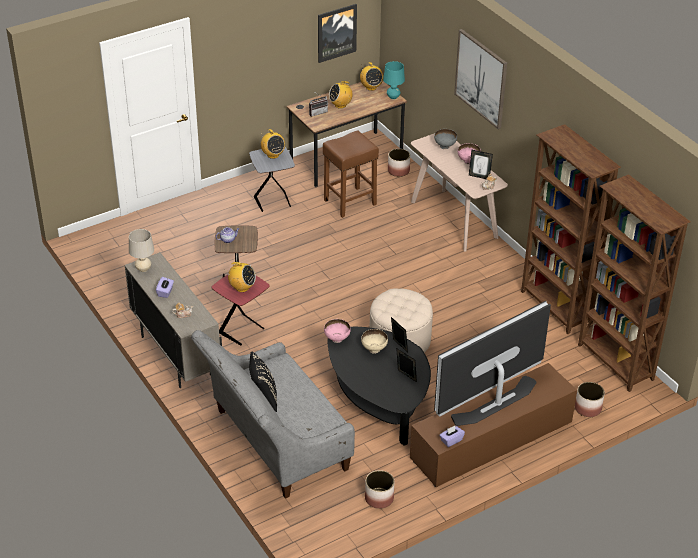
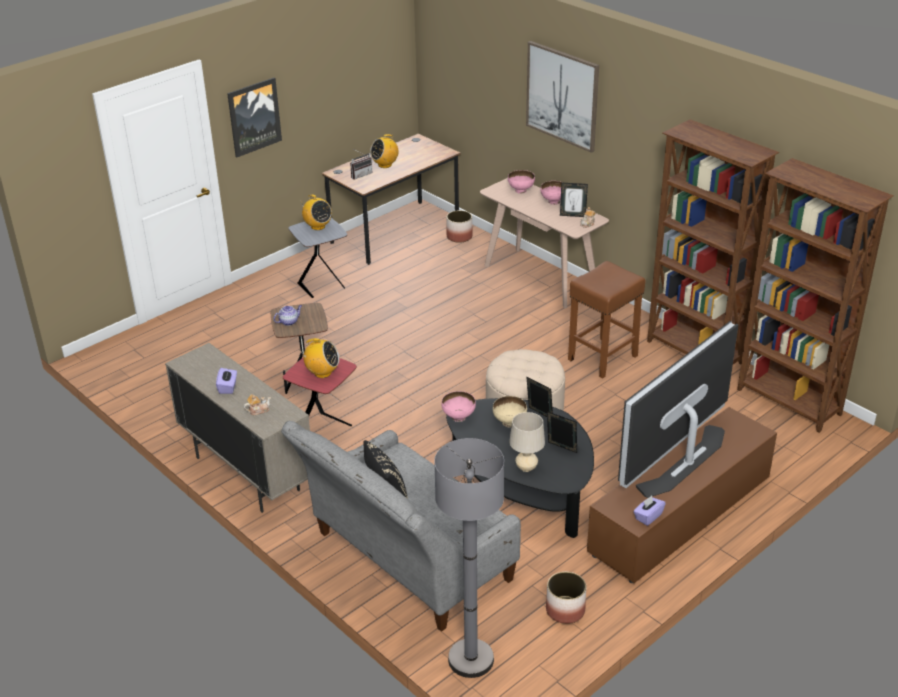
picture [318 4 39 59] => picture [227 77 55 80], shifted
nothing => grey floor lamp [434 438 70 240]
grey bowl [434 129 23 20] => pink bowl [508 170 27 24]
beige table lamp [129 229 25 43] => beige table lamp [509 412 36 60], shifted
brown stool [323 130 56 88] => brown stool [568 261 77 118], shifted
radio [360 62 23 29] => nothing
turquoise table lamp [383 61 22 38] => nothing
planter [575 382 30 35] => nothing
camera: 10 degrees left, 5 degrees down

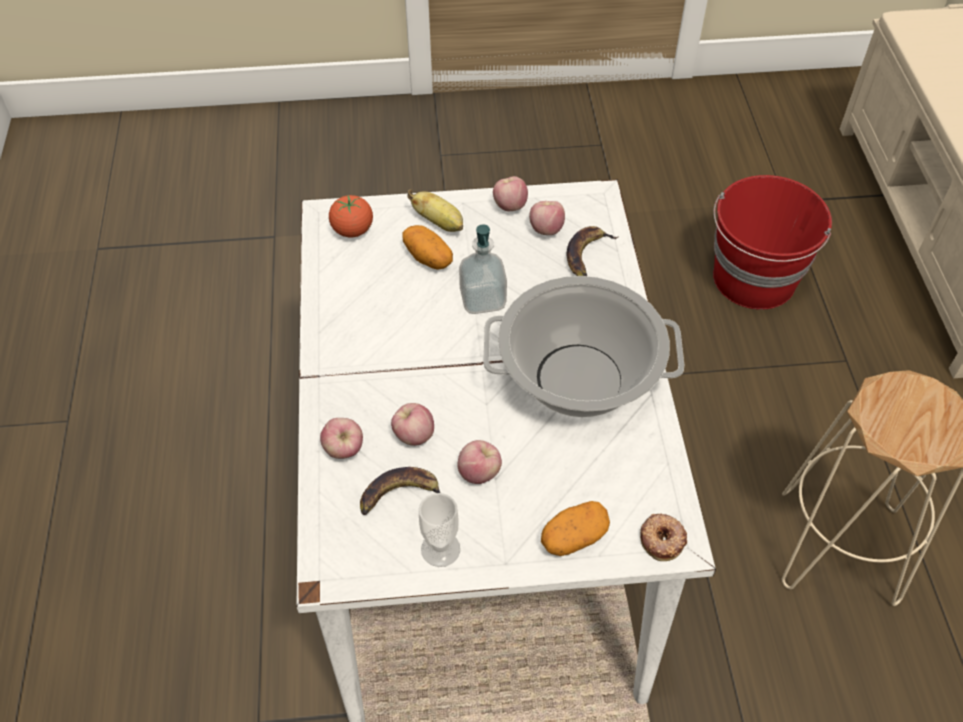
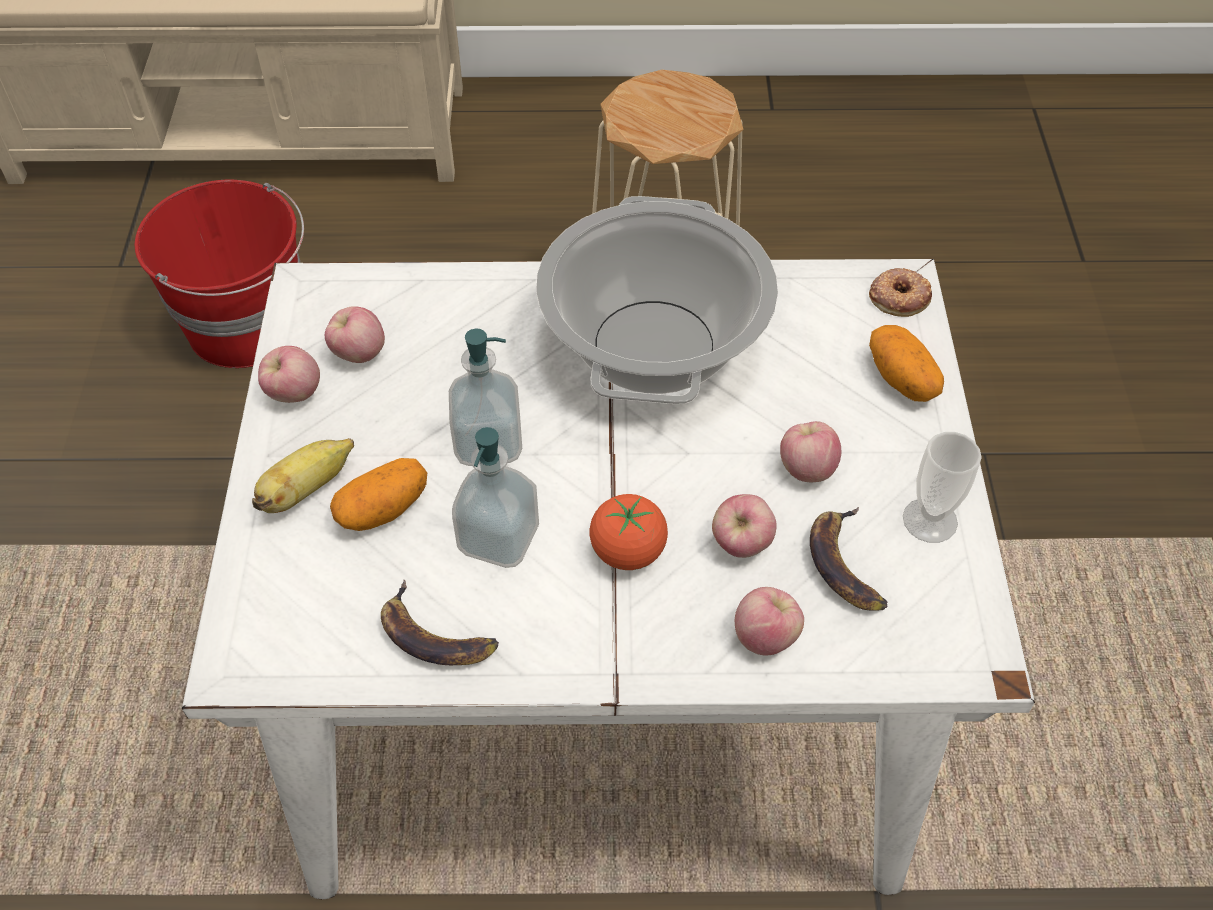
banana [566 226 52 50] => banana [381 580 118 85], shifted
nothing => soap dispenser [452 427 87 141]
tomato [329 195 44 43] => tomato [589 494 79 76], shifted
camera: 85 degrees left, 0 degrees up

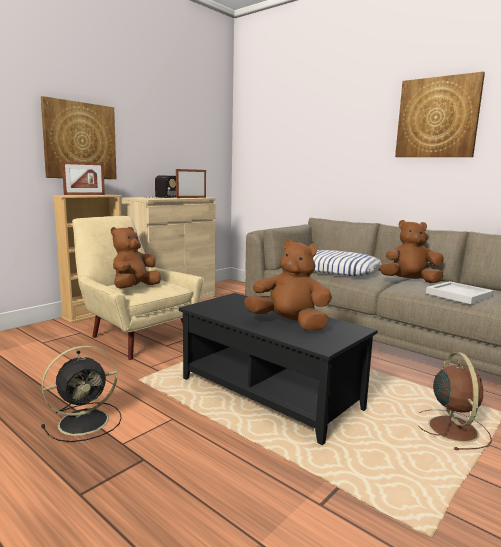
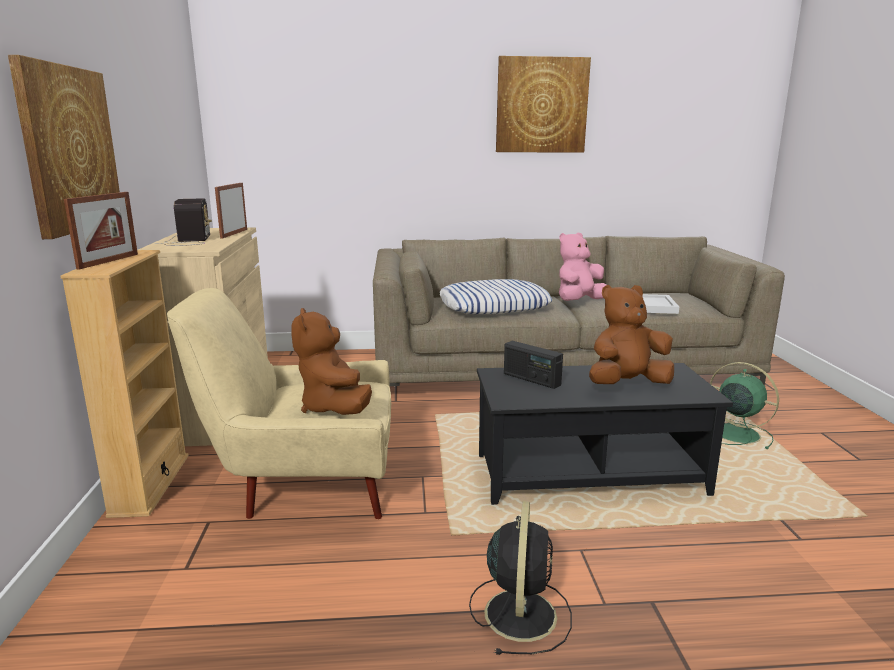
nothing => radio [504 341 59 48]
brown plush toy [380 220 64 63] => pink plush toy [559 233 48 68]
brown fan [418 352 74 98] => green fan [710 362 69 87]
camera: 45 degrees left, 5 degrees up

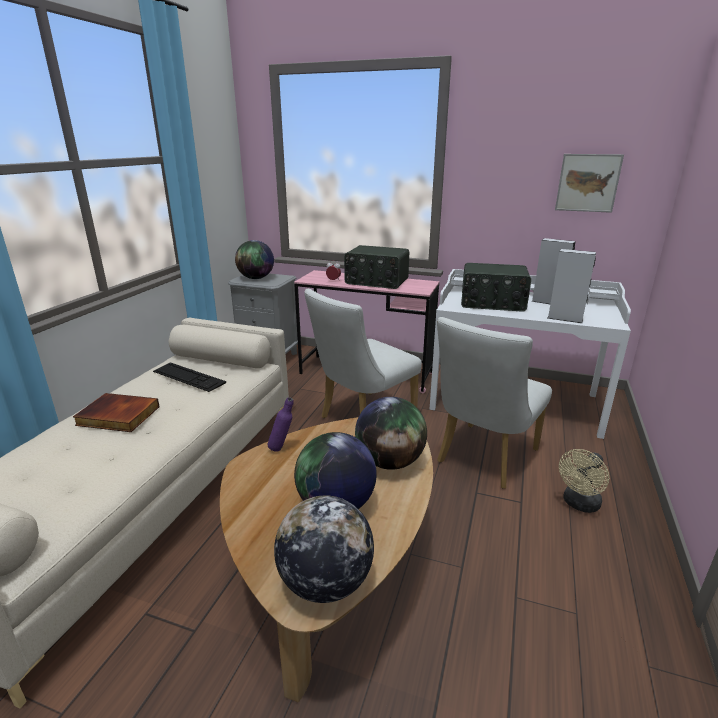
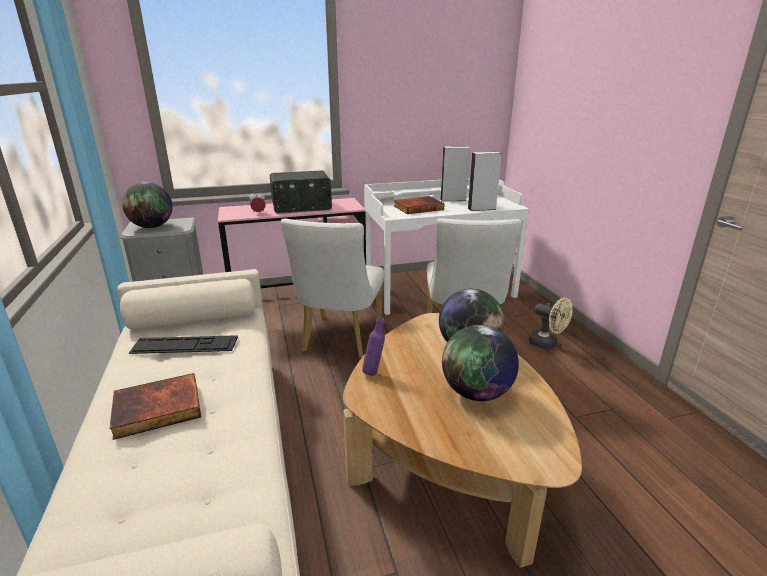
radio [461 263 70 49] => book [394 196 51 18]
beige fan [559 449 50 64] => beige fan [529 298 43 51], 60 degrees counterclockwise
globe [274 495 100 108] => nothing
picture [555 154 69 59] => nothing
camera: 35 degrees left, 0 degrees up

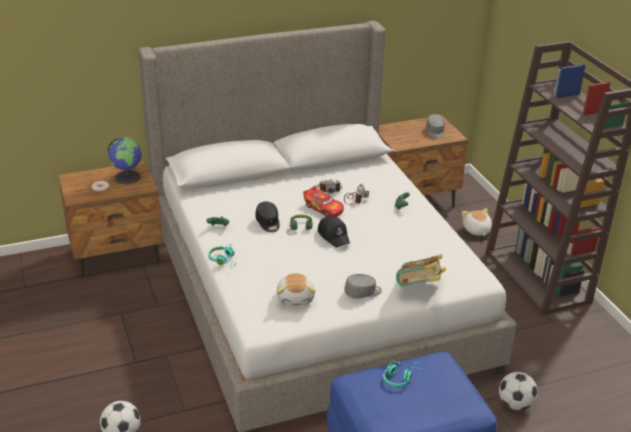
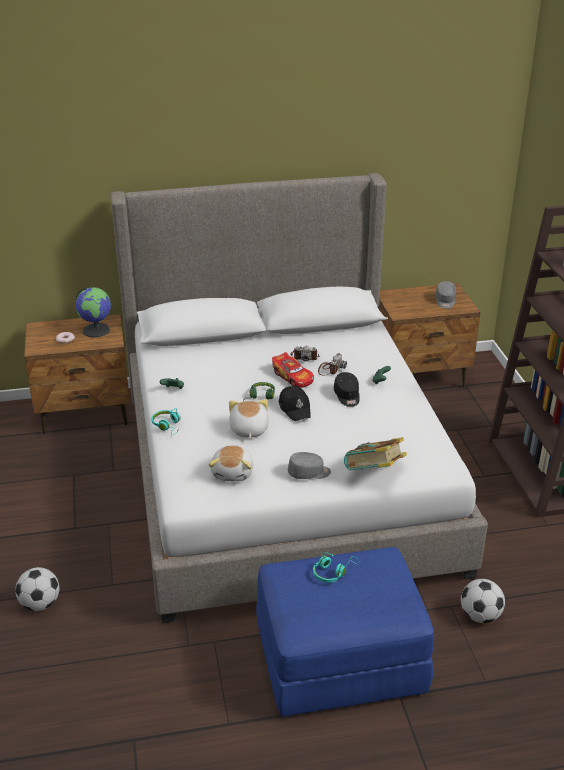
plush toy [462 208 30 28] => plush toy [229 399 40 39], shifted
black cap [255 201 25 31] => black cap [334 372 26 35], shifted
camera: 10 degrees right, 0 degrees up

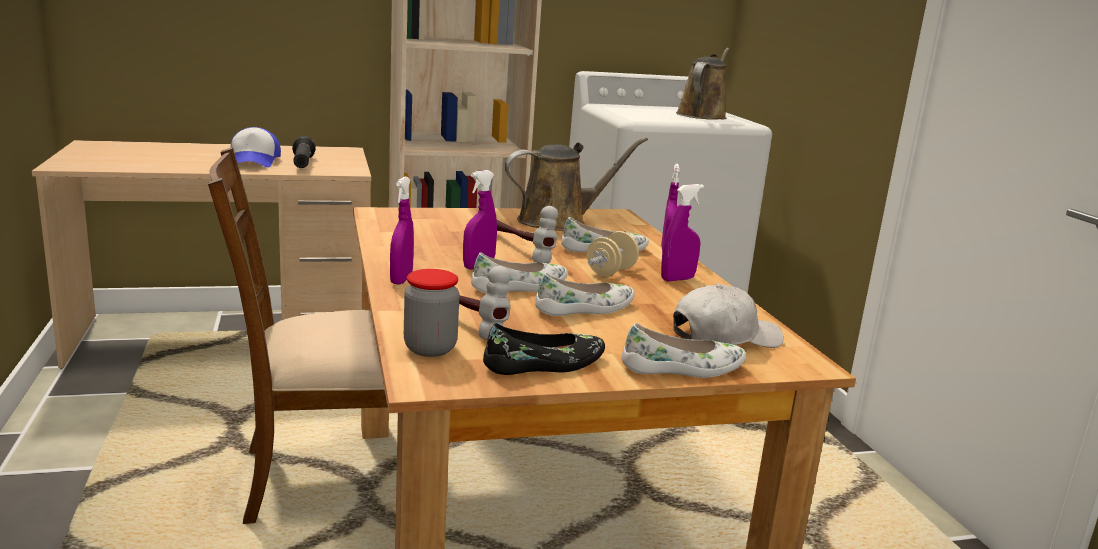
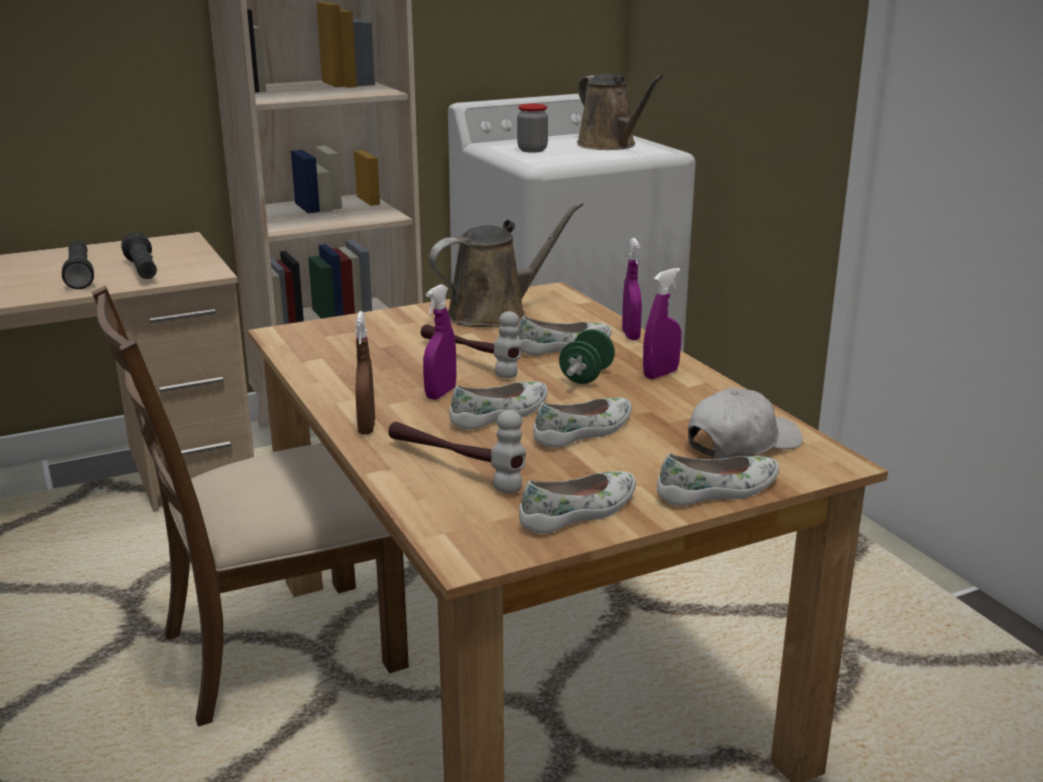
cap [230 127 51 41] => black flashlight [62 241 32 48]
purple spray bottle [390 176 24 109] => brown spray bottle [355 311 20 124]
jar [404 269 56 88] => jar [517 104 31 49], shifted
black shoe [483 323 122 52] => white shoe [519 471 117 63]
beige dumbbell [587 231 52 45] => green dumbbell [559 329 56 55]
brown watering can [676 48 54 72] => brown watering can [577 74 86 76], 135 degrees clockwise
camera: 10 degrees left, 5 degrees up

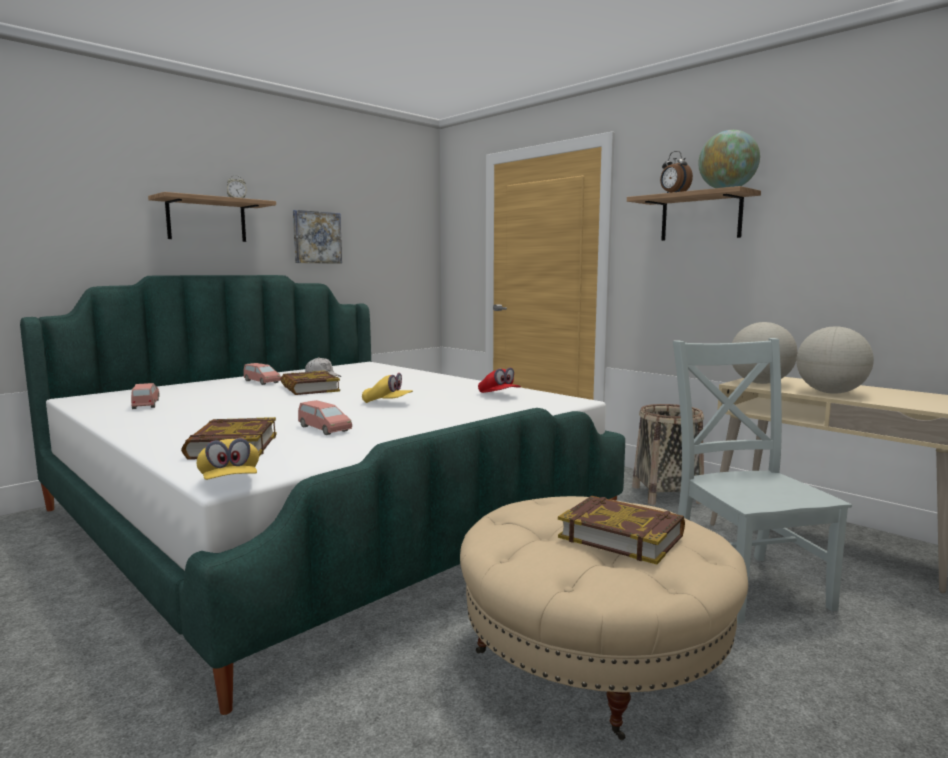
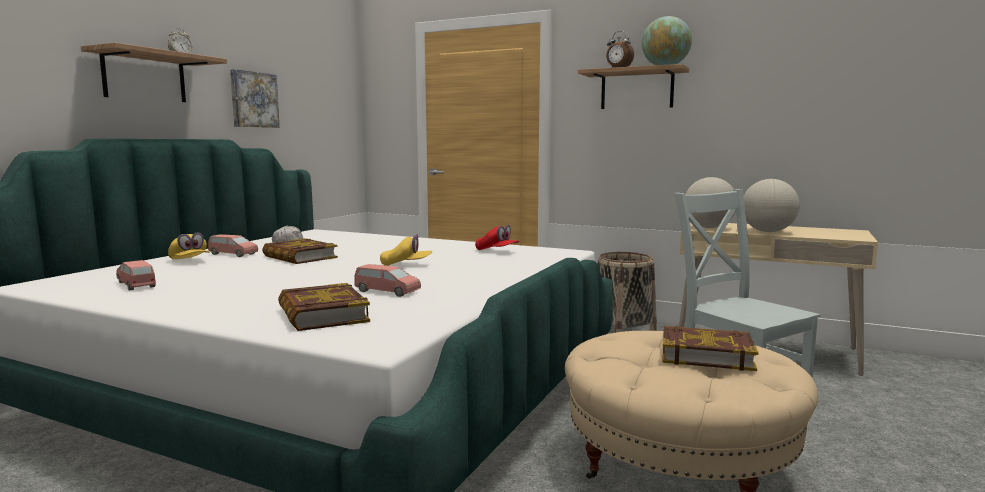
yellow cap [197 438 62 42] => yellow cap [168 232 42 27], shifted
camera: 20 degrees left, 0 degrees up

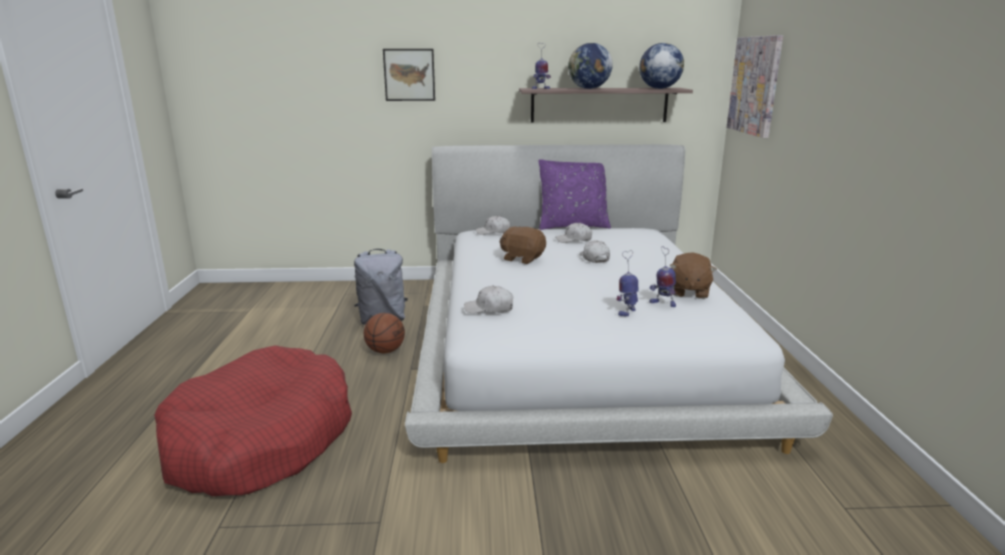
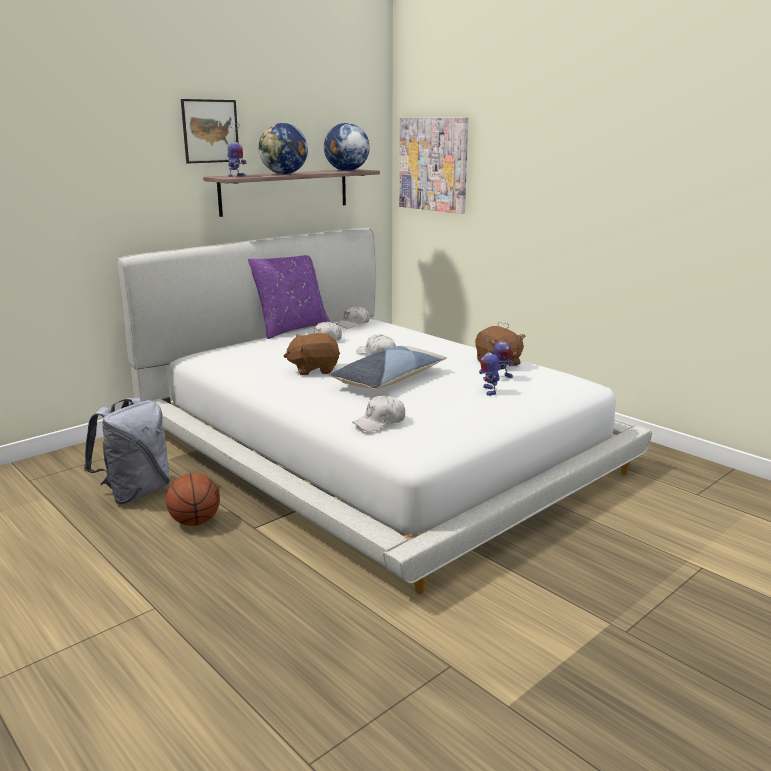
picture [383 49 52 52] => picture [181 99 59 64], shifted
nothing => pillow [329 346 118 43]
white cap [476 216 34 19] => white cap [336 306 34 22], shifted
red dog bed [154 345 198 151] => nothing
camera: 40 degrees left, 0 degrees up

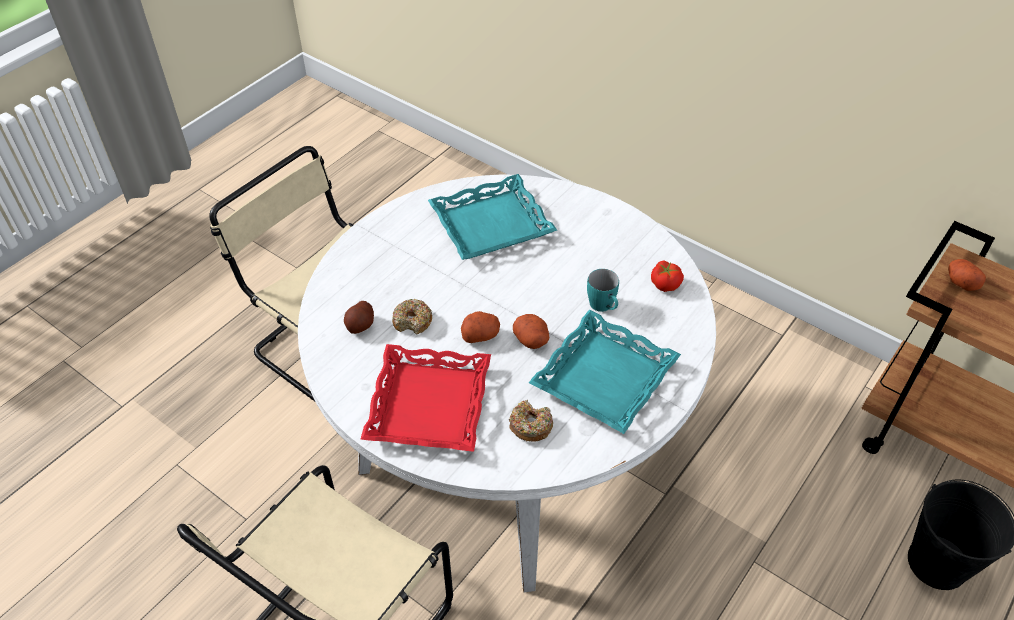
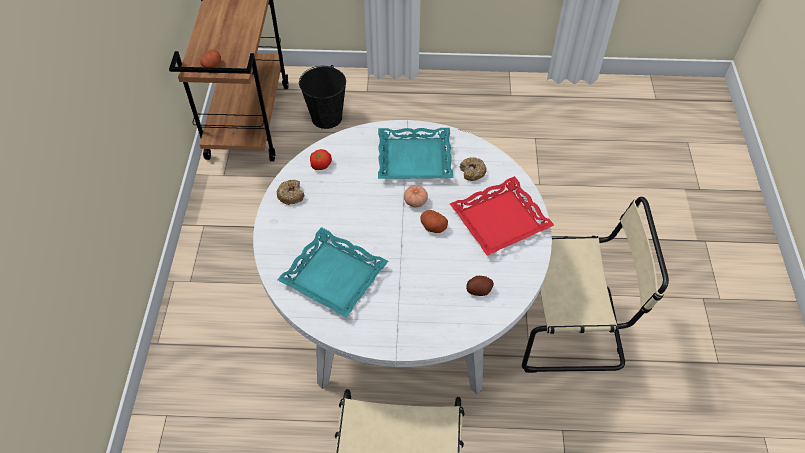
donut [392 299 40 36] => donut [277 179 27 26], shifted
potato [513 314 36 35] => tomato [404 185 24 22]
turquoise mug [587 269 32 43] => nothing
camera: 125 degrees left, 5 degrees up

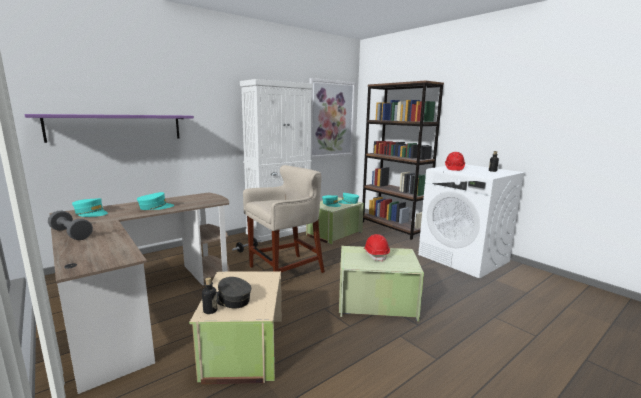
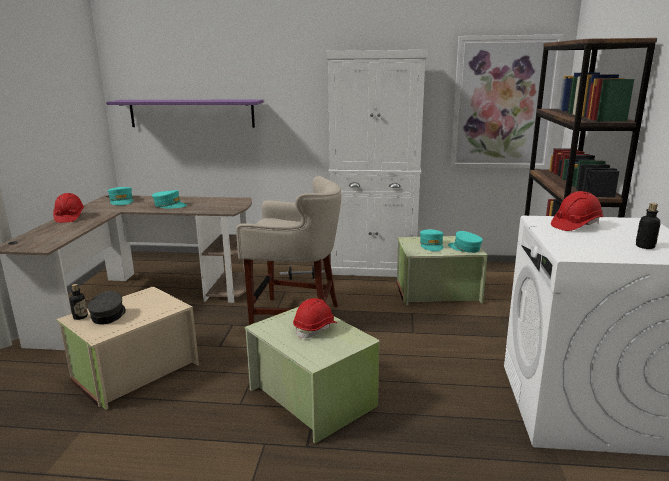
grey dumbbell [48 211 45 29] => red hard hat [53 193 32 30]
camera: 45 degrees right, 5 degrees up

